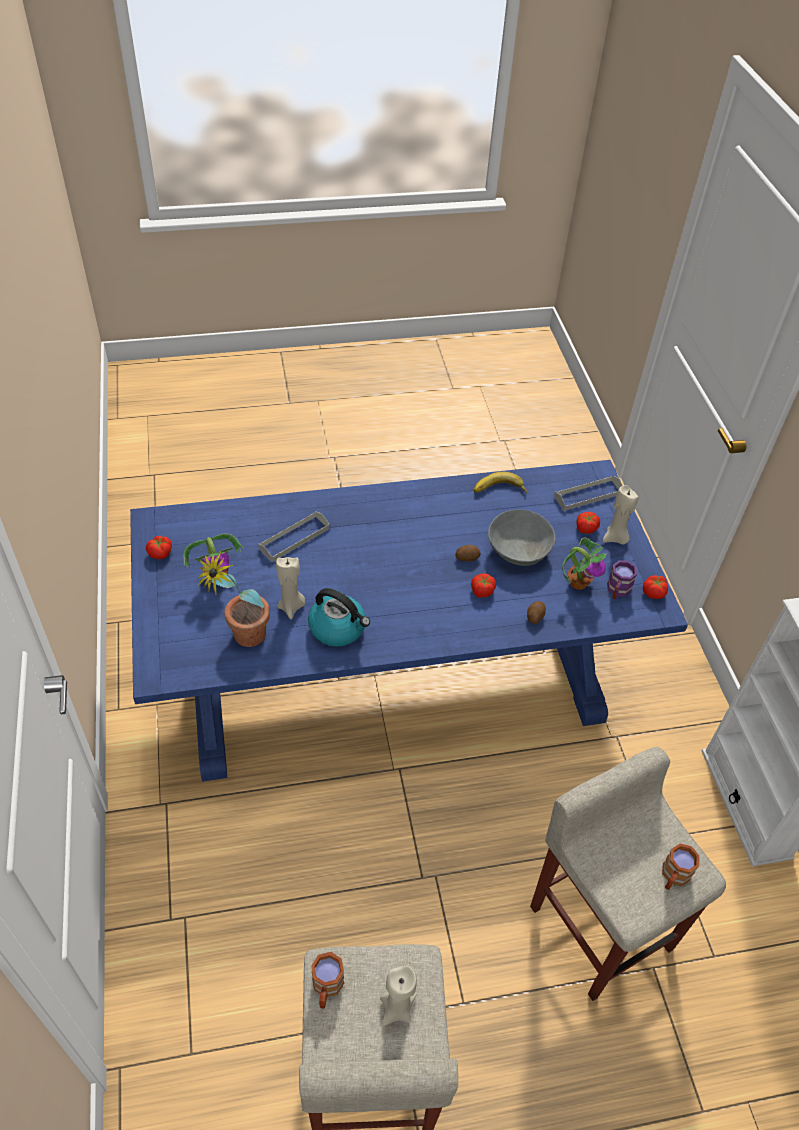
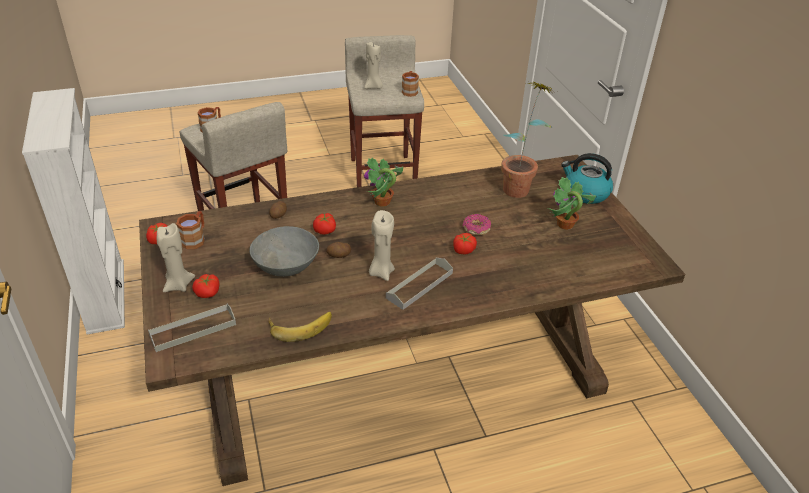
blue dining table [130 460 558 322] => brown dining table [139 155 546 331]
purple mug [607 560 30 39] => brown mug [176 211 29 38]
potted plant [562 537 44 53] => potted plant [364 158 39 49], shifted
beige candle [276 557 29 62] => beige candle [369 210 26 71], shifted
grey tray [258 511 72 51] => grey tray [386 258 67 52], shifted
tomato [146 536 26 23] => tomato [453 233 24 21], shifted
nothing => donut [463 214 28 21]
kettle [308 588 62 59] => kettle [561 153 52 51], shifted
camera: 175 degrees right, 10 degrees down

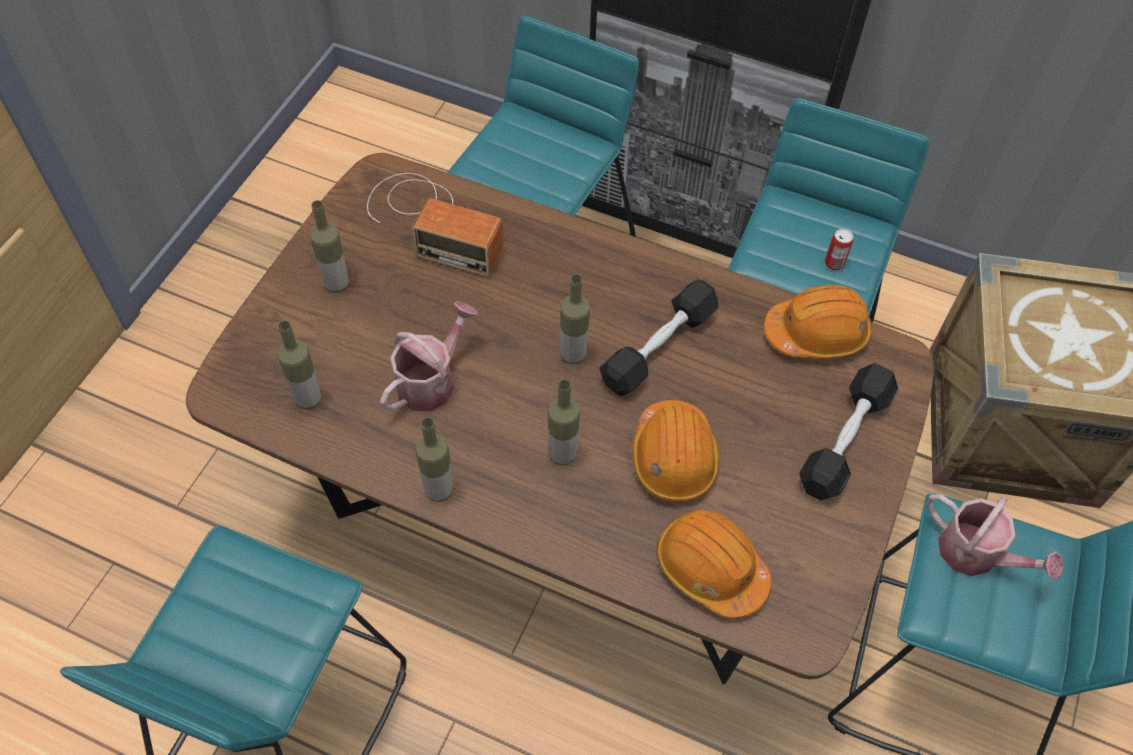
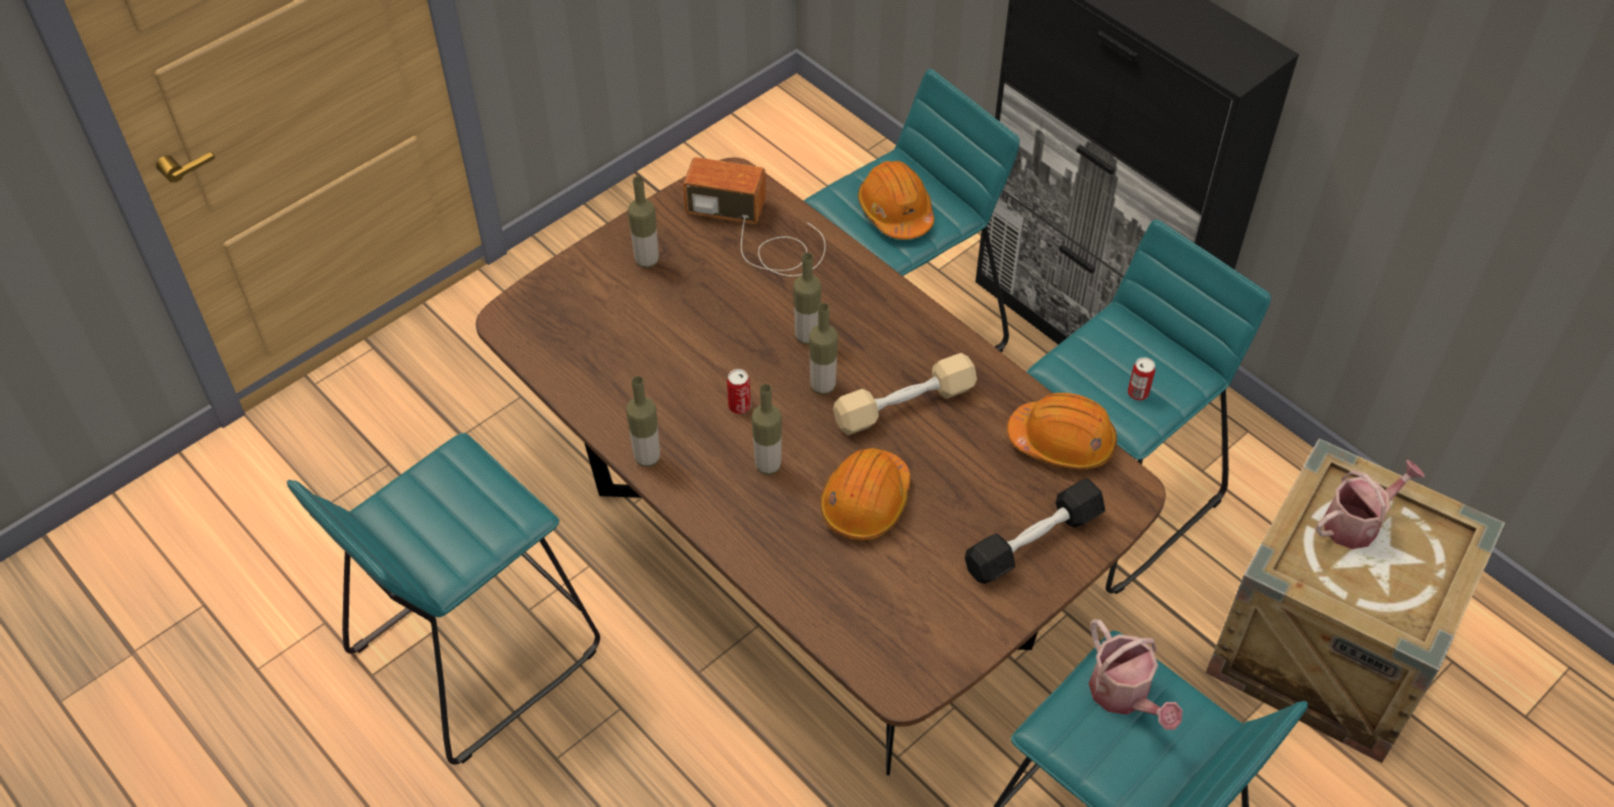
radio [367 173 136 103] => radio [683 157 143 119], 150 degrees clockwise
nothing => can [727 369 24 45]
bottle [278 321 43 89] => bottle [793 253 28 92], shifted
black dumbbell [599 279 119 117] => beige dumbbell [833 353 144 82]
orange hard hat [656 510 115 108] => orange hard hat [858 161 76 78], shifted
watering can [380 301 98 110] => watering can [1316 460 109 89], shifted
camera: 25 degrees right, 5 degrees down

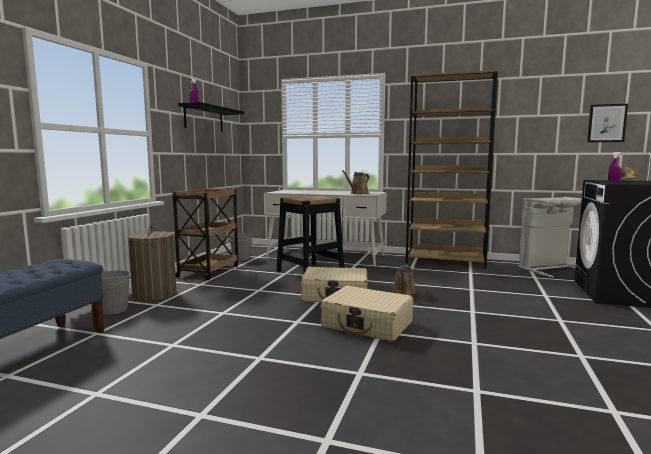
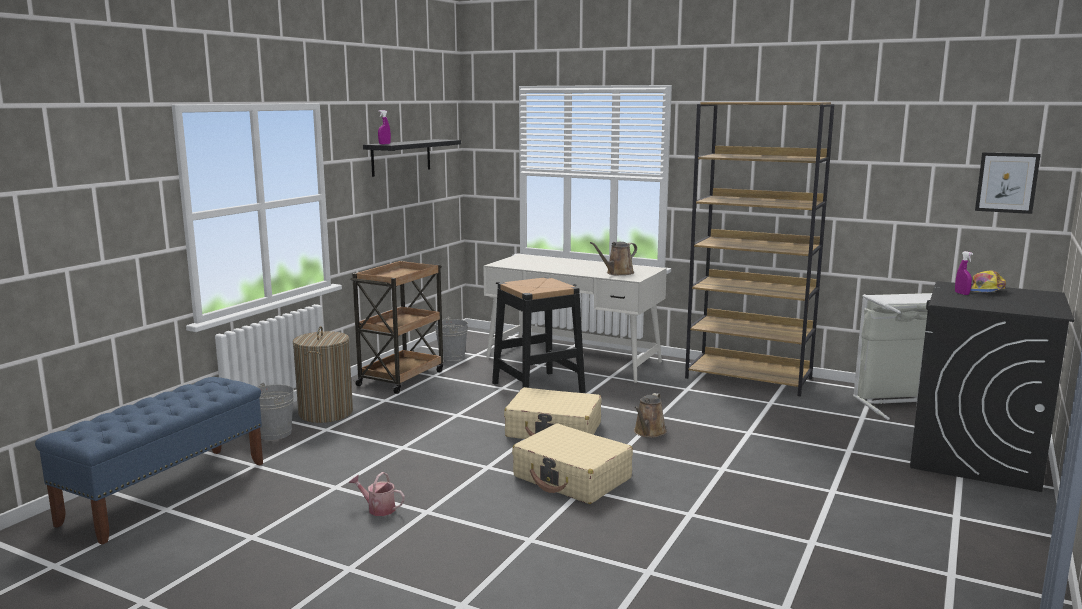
nothing => watering can [349 472 56 44]
camera: 10 degrees right, 5 degrees up

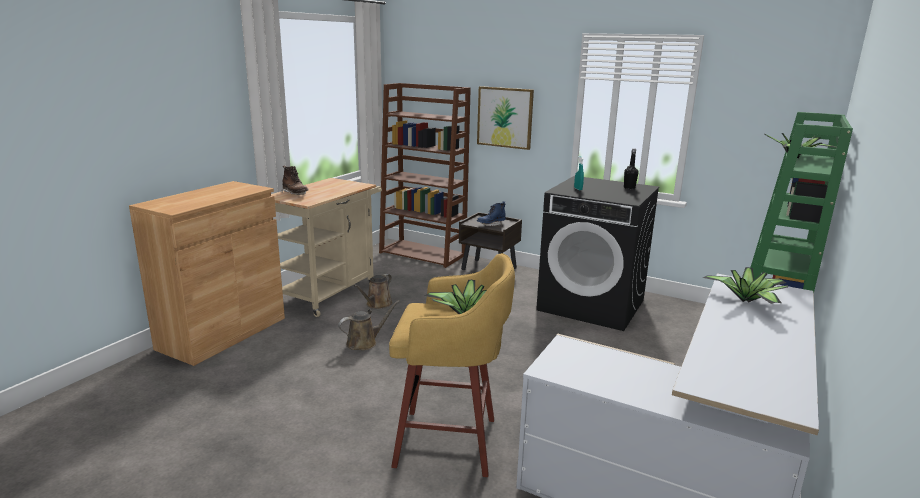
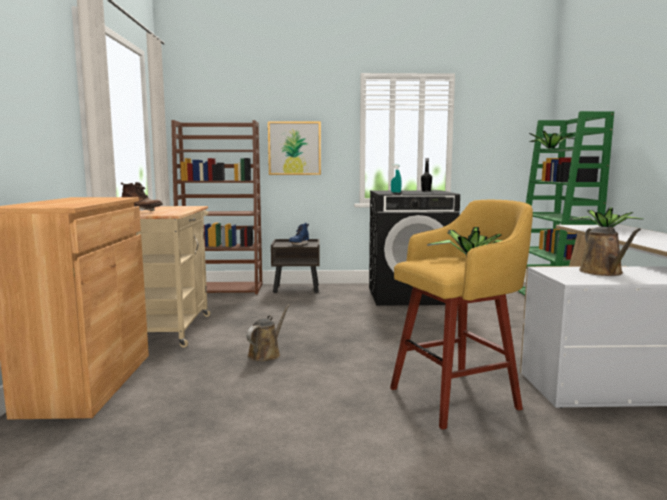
brown watering can [354 274 39 35] => brown watering can [579 227 62 49], shifted
camera: 30 degrees left, 10 degrees down

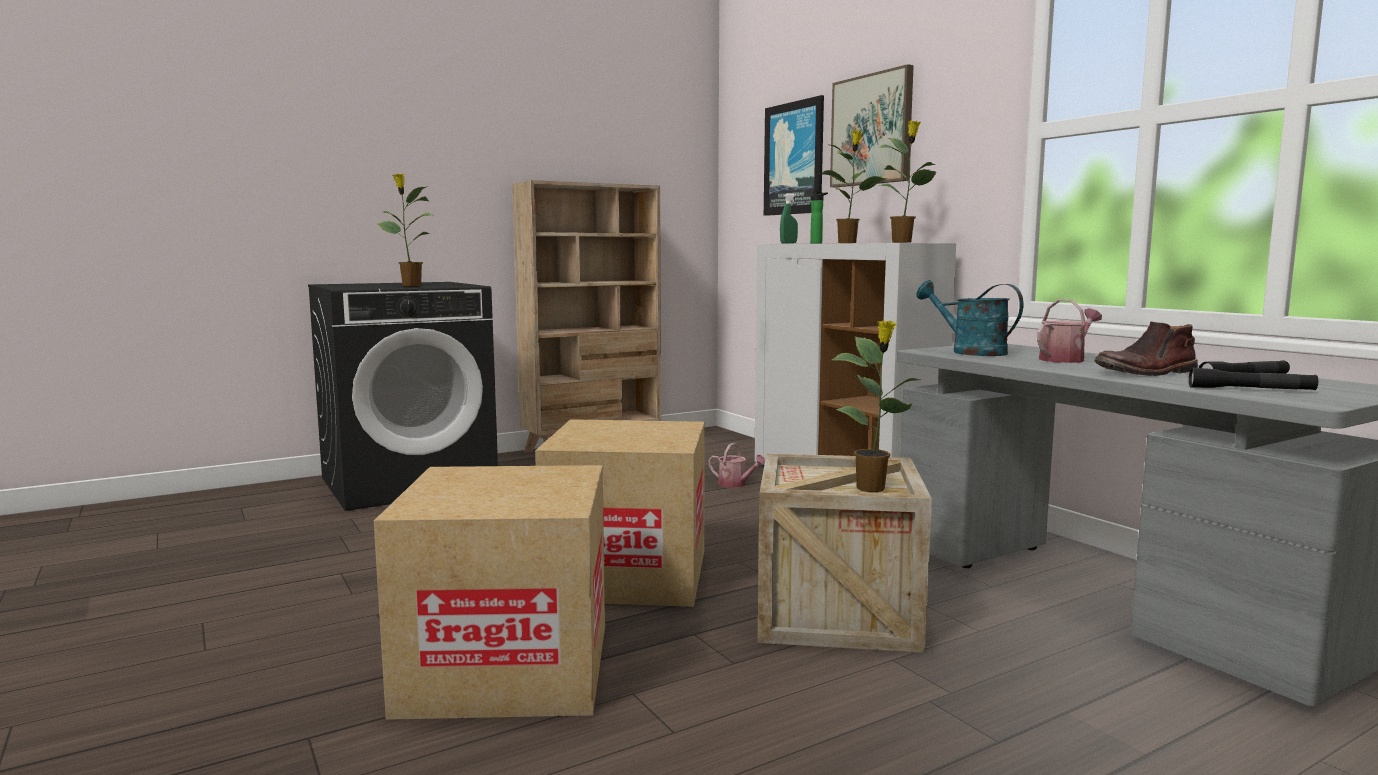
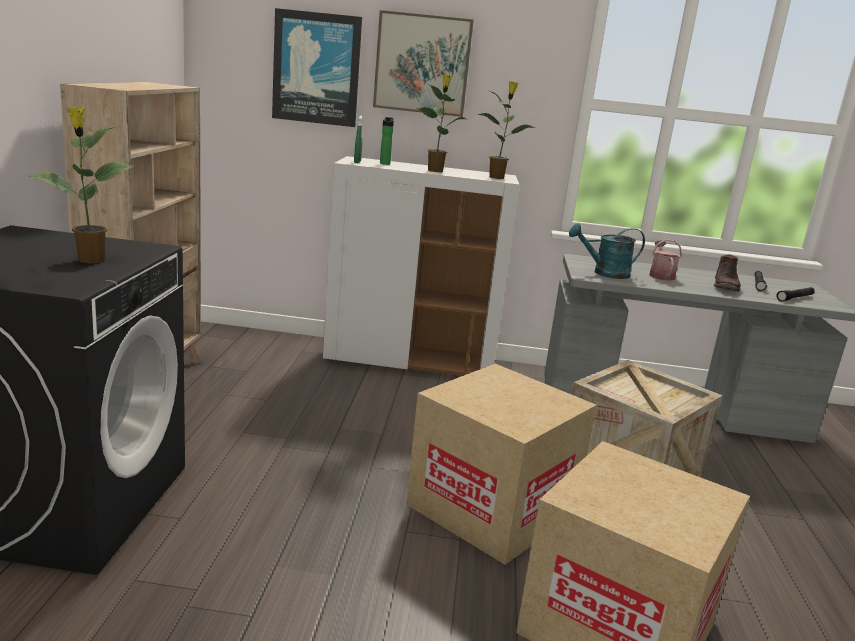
watering can [709 443 56 45] => nothing
potted plant [831 321 90 171] => nothing
camera: 55 degrees left, 10 degrees up

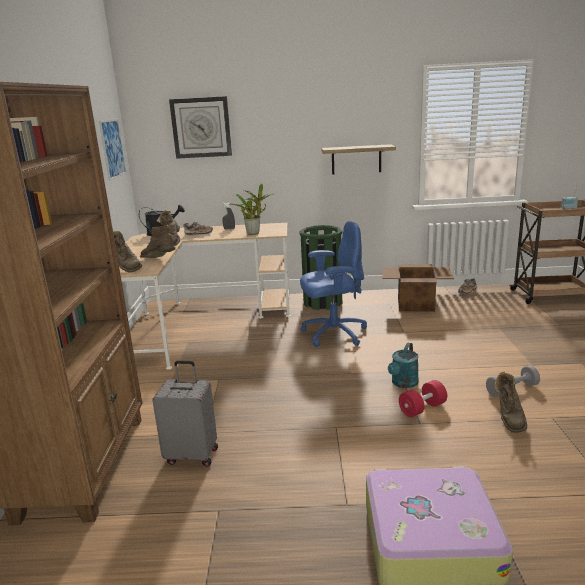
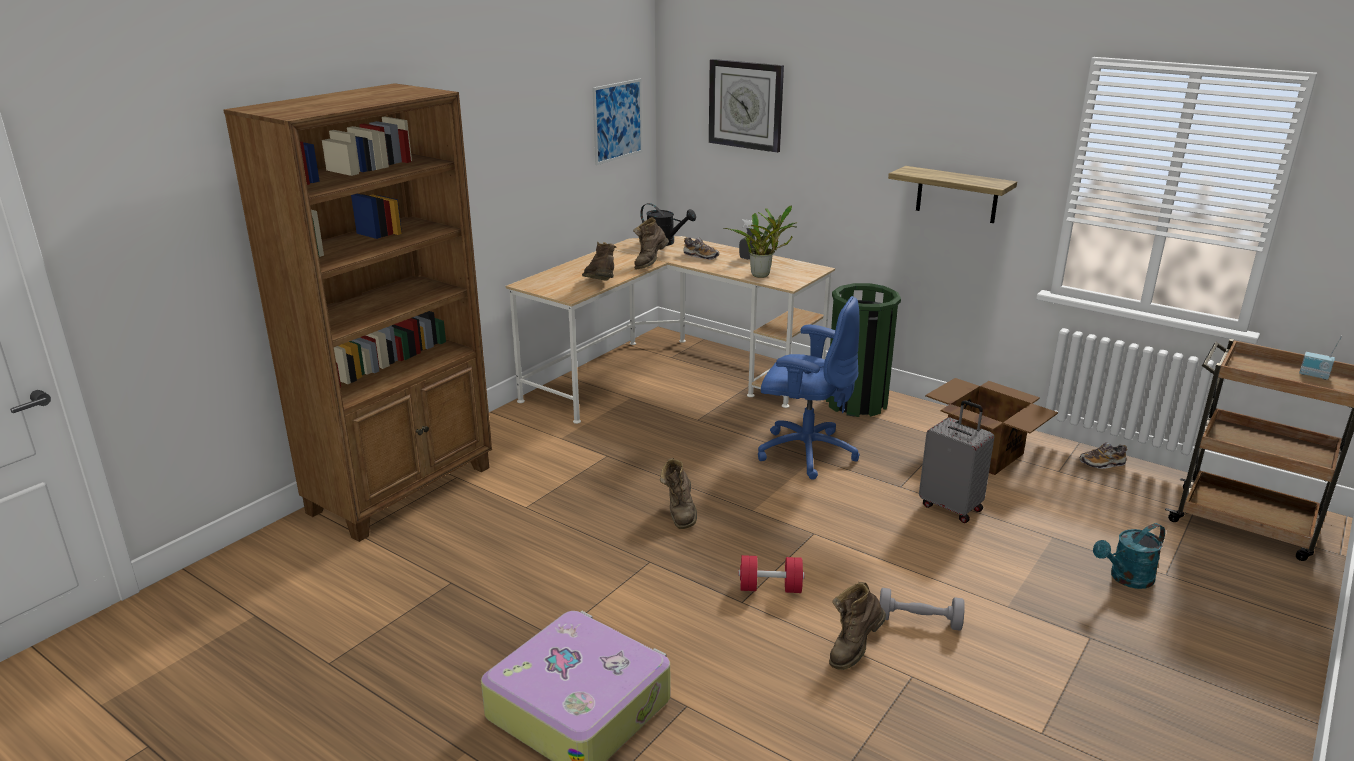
brown boot [113 231 29 41] => brown boot [660 458 37 71], shifted
grey suitcase [152 360 66 107] => grey suitcase [919 400 75 123], shifted
turquoise watering can [388 343 31 45] => turquoise watering can [1093 523 72 66], shifted
camera: 35 degrees right, 5 degrees up

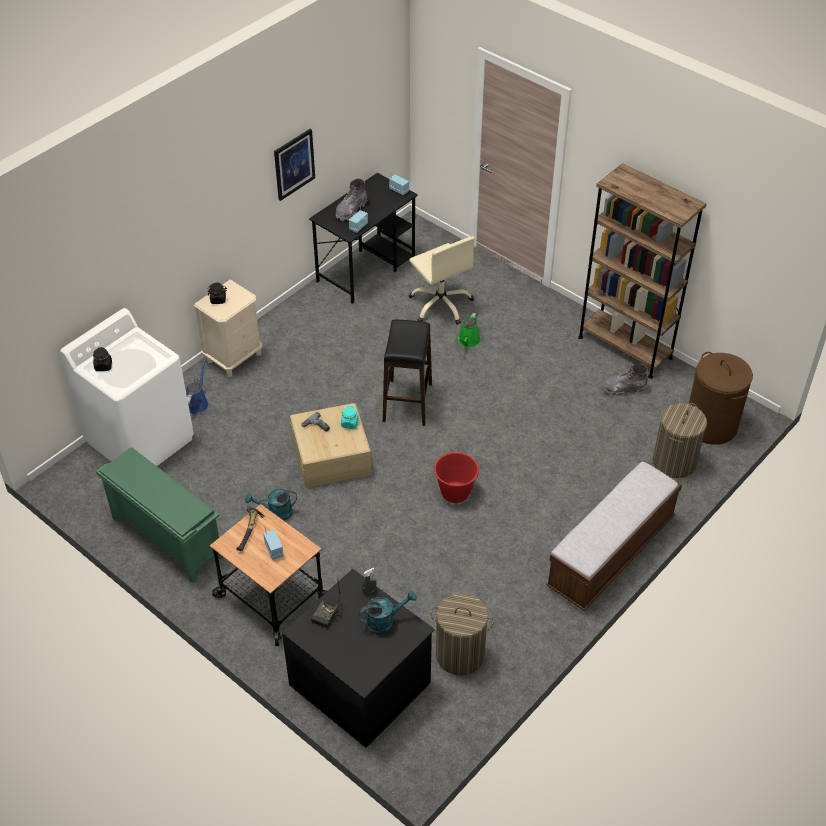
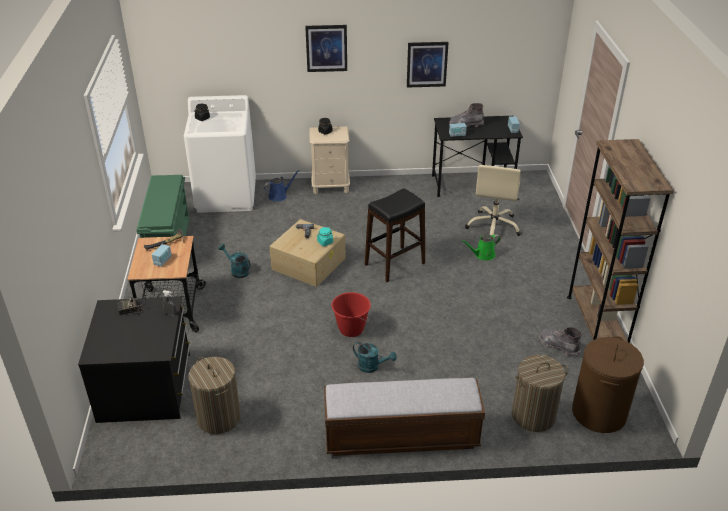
nothing => picture [305 25 42 47]
turquoise watering can [359 590 58 44] => turquoise watering can [353 342 44 31], shifted
camera: 45 degrees right, 10 degrees down

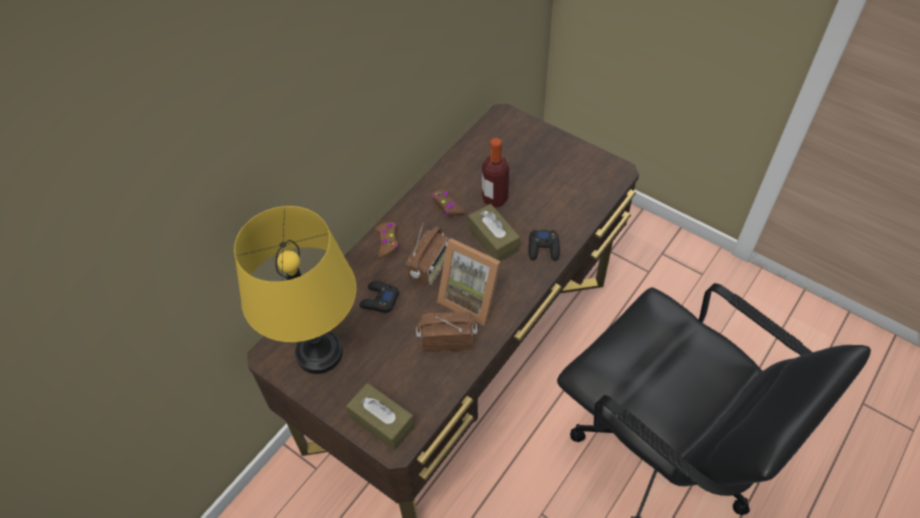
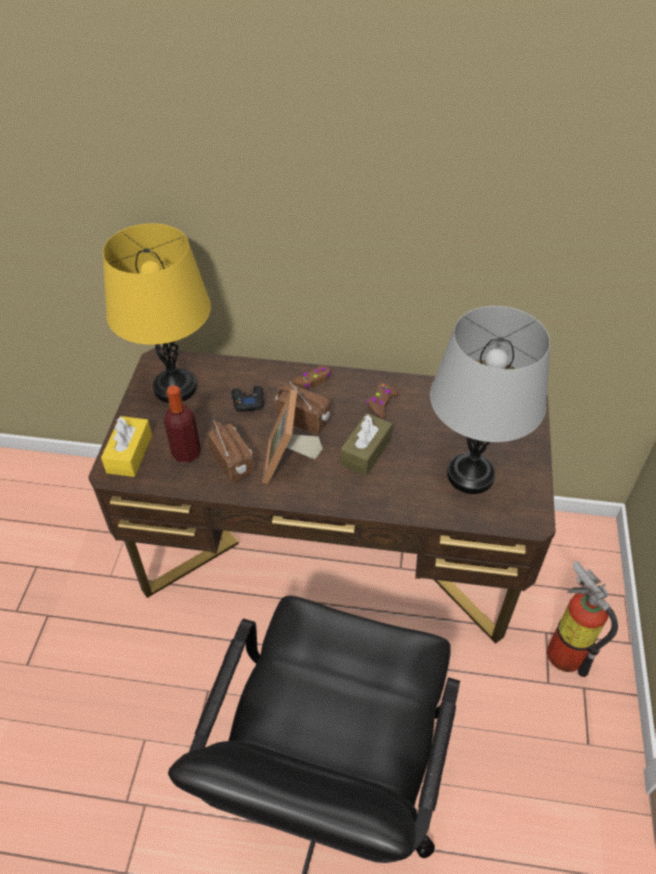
brown tissue box [346 383 69 67] => yellow tissue box [101 416 51 61]
bottle [482 138 27 69] => bottle [164 386 37 77], shifted
radio [406 224 44 62] => radio [275 382 55 53], 150 degrees counterclockwise
nothing => grey table lamp [430 306 120 188]
nothing => fire extinguisher [547 561 71 116]
black game controller [528 230 32 31] => nothing
camera: 60 degrees right, 5 degrees down

